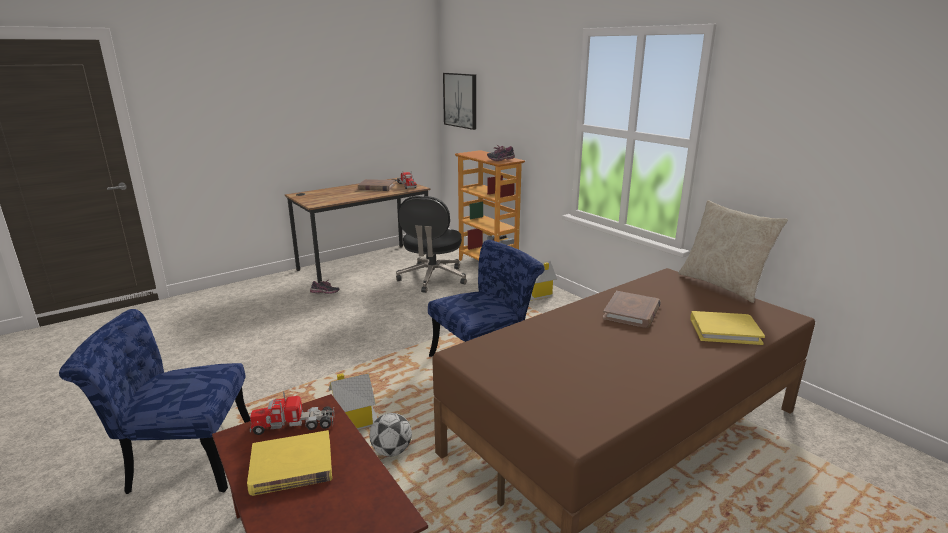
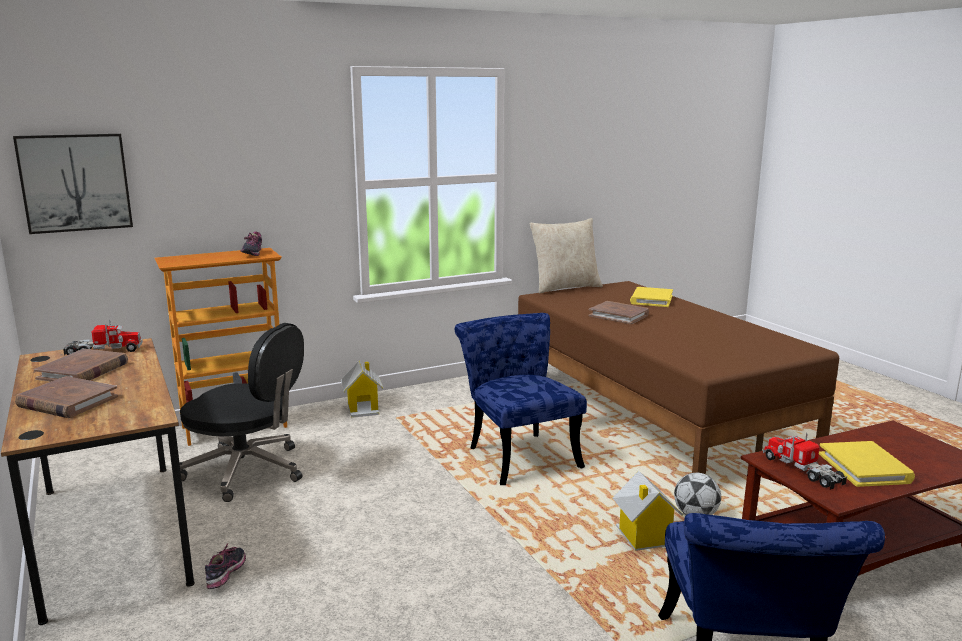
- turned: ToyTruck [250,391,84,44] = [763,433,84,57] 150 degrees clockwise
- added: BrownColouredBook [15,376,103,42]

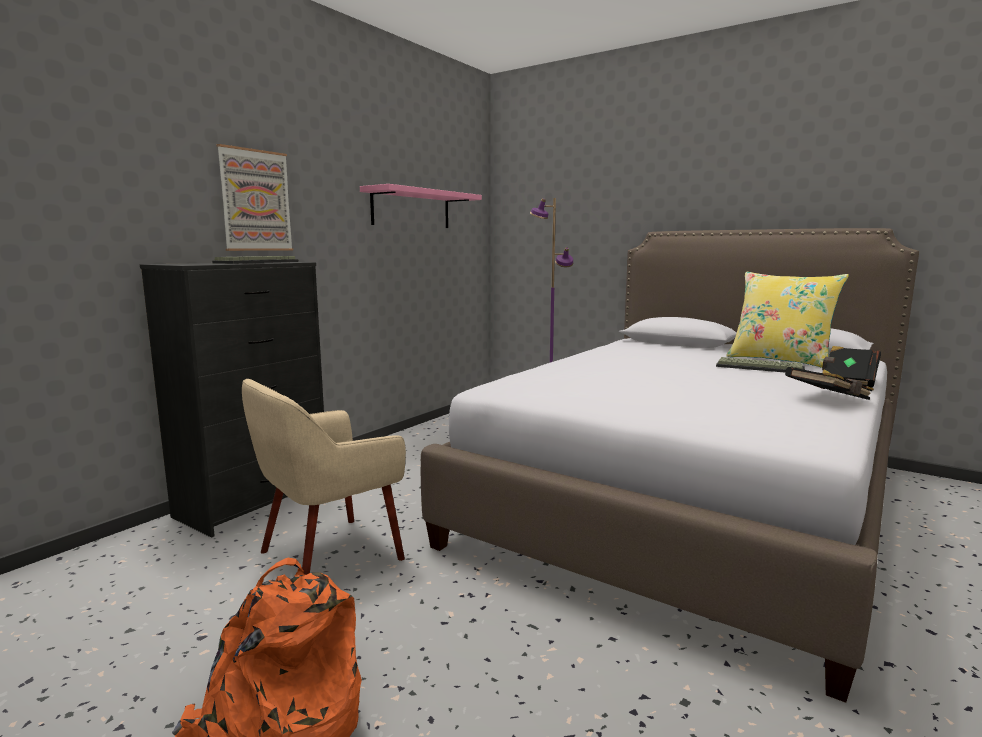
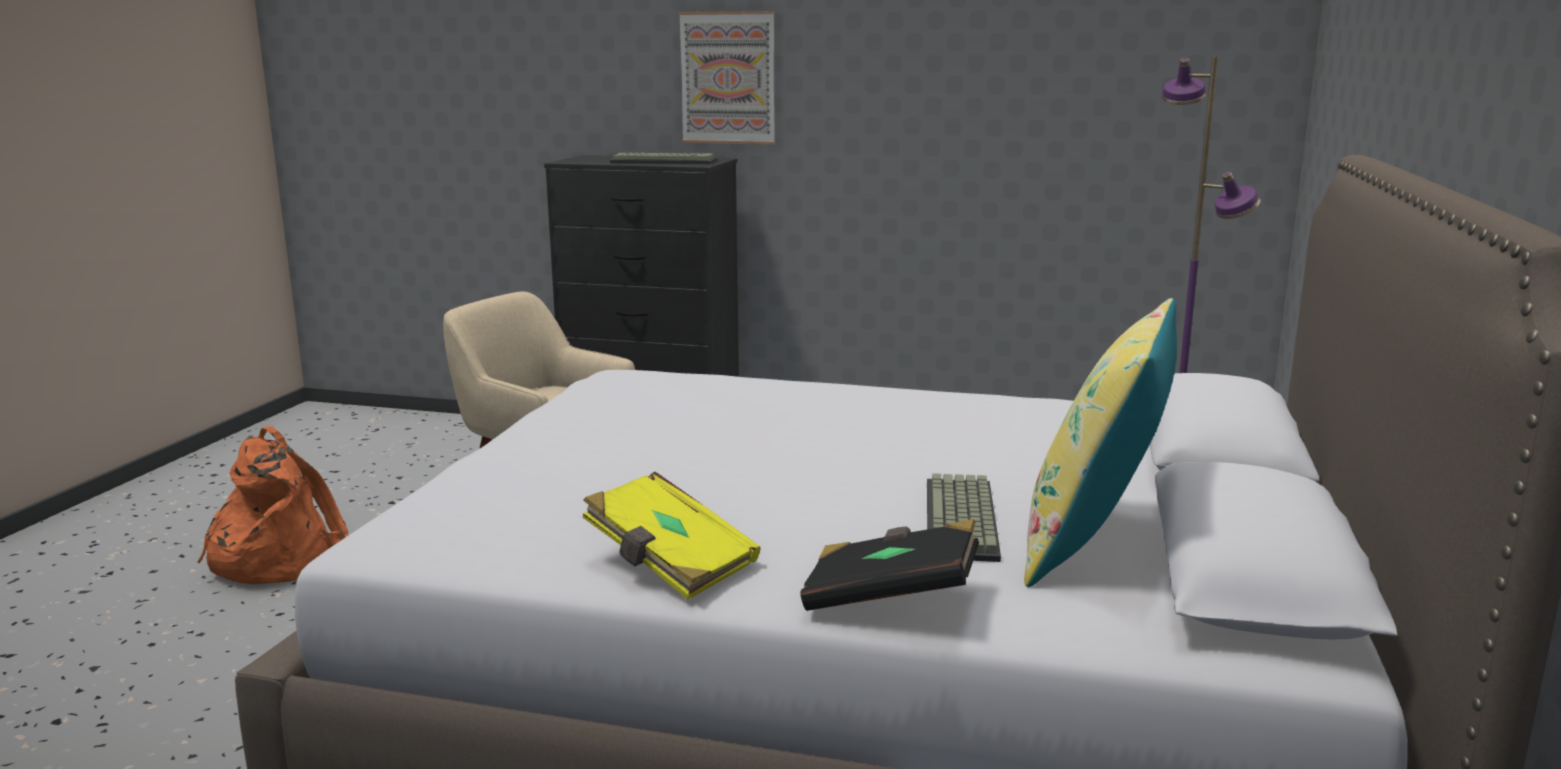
- removed: PinkShelf [360,184,122,44]
- recoloured: BlackishBook [785,367,89,33] to YellowColouredBook [582,472,179,128]

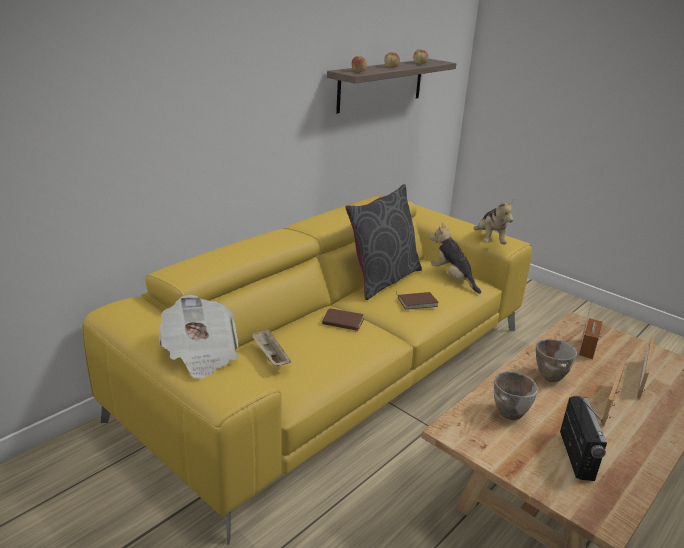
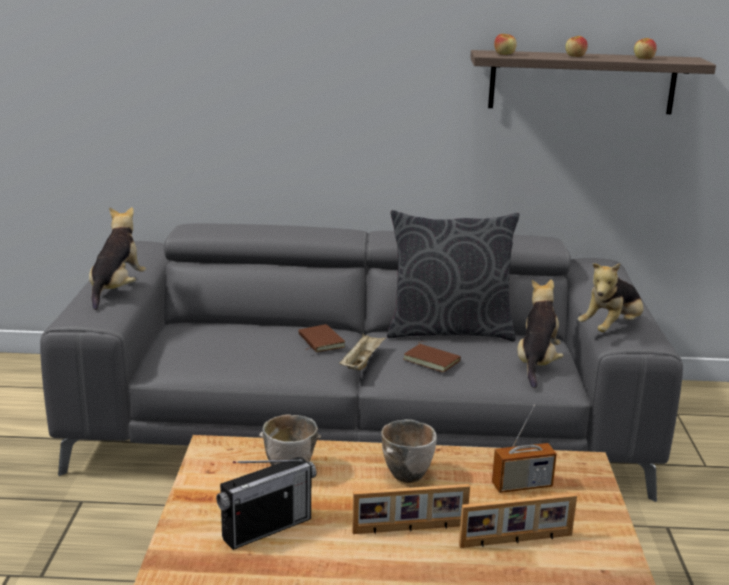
- recoloured: YellowColouredSettee [82,195,450,350] to GraySettee [40,224,643,278]
- replaced: Newspaper [159,295,80,84] to PlushToy [89,207,57,103]
- moved: SandColouredCarryingTray [251,328,40,38] to [339,333,47,37]

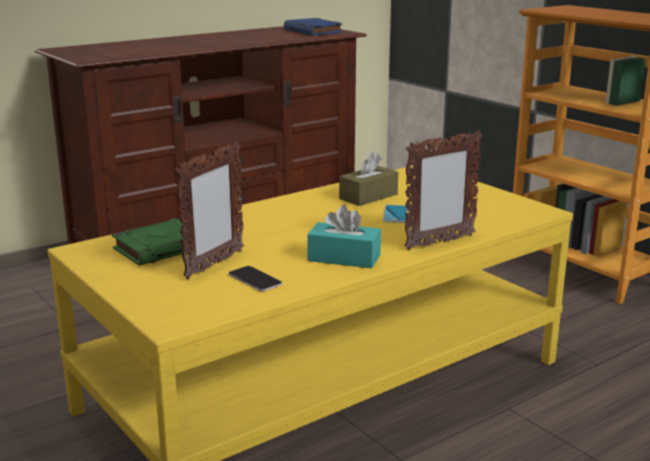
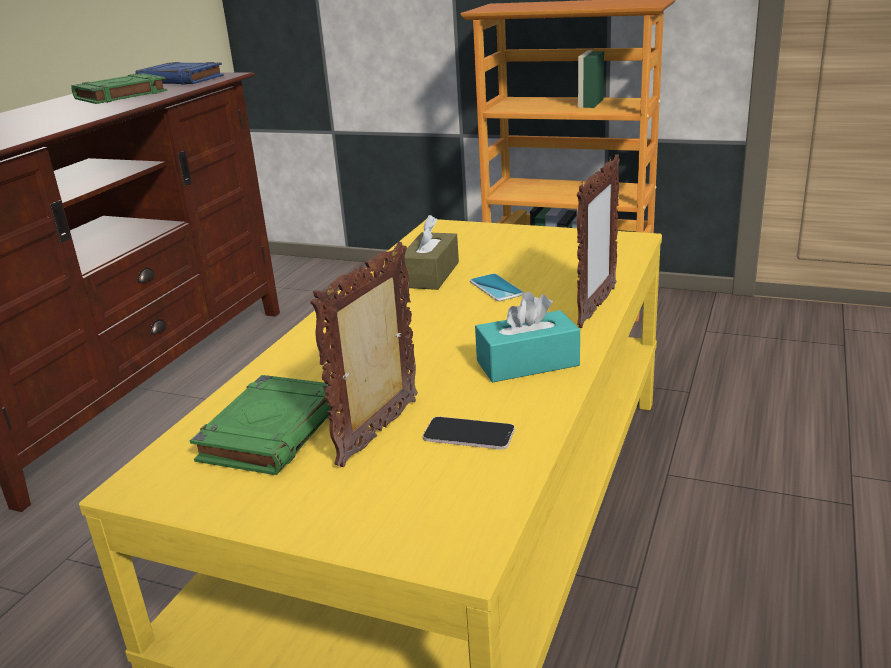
- turned: PictureFrame [175,141,69,138] = [310,242,108,225] 150 degrees counterclockwise
- added: GreenishBook [71,73,97,31]

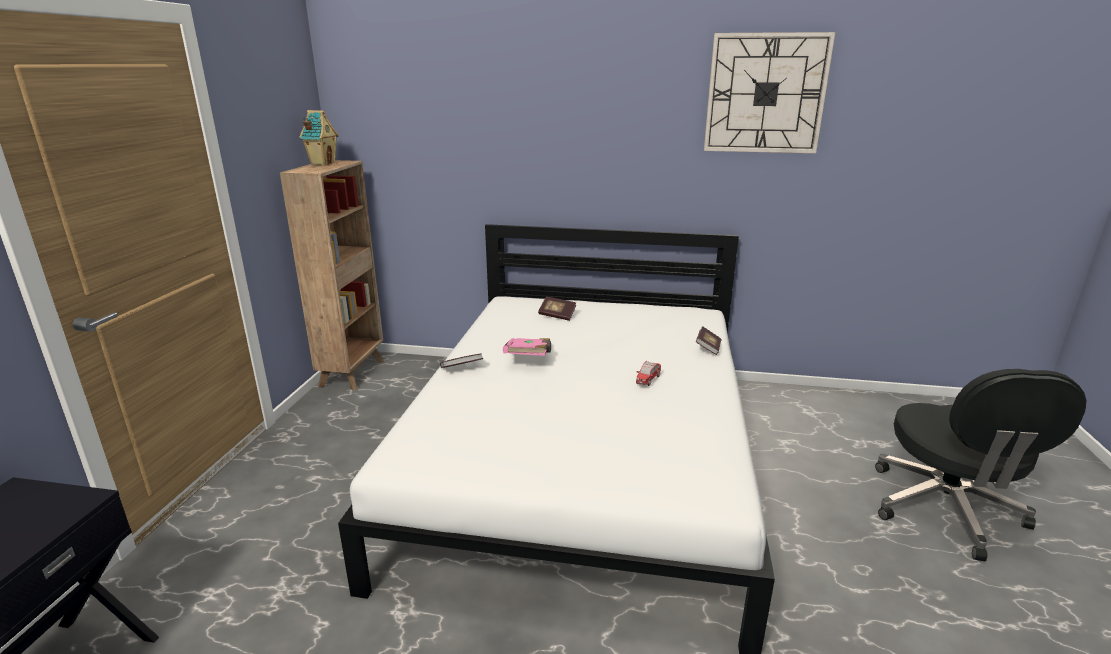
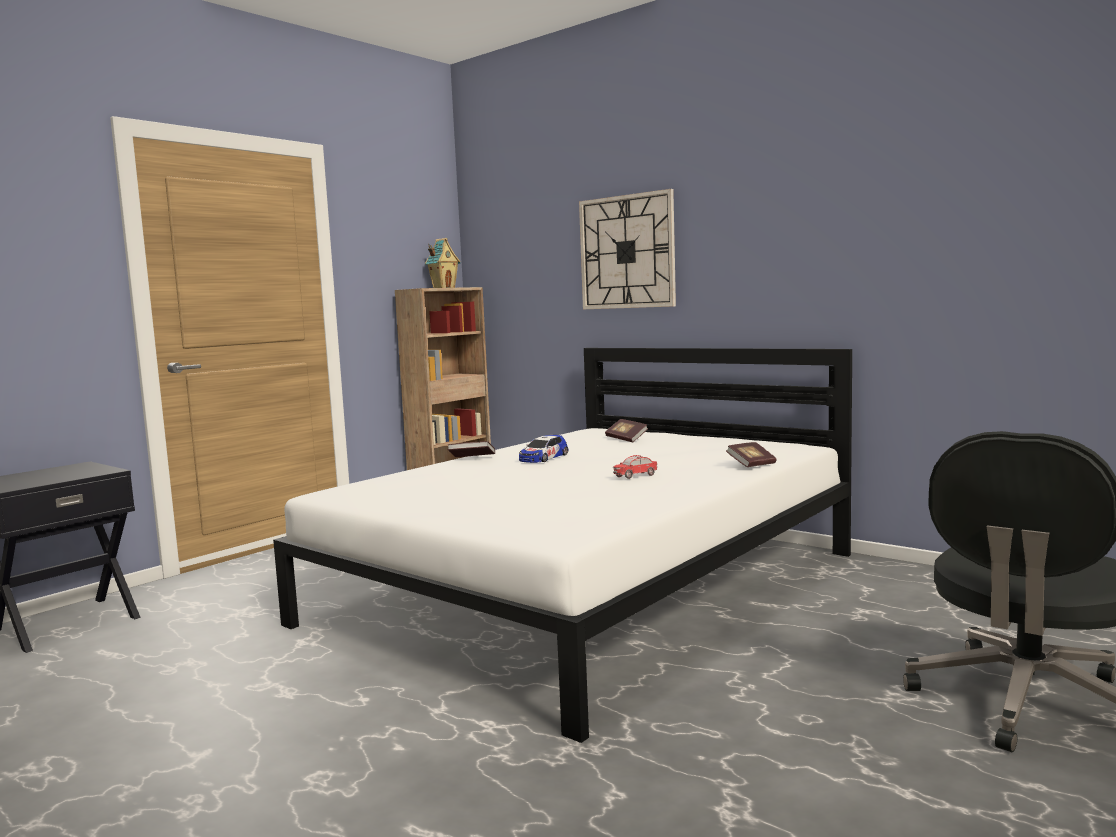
- moved: ClockOnTheWall [704,32,131,121] to [579,189,97,120]
- replaced: PinkBook [503,338,48,18] to ModelCar [519,435,49,28]

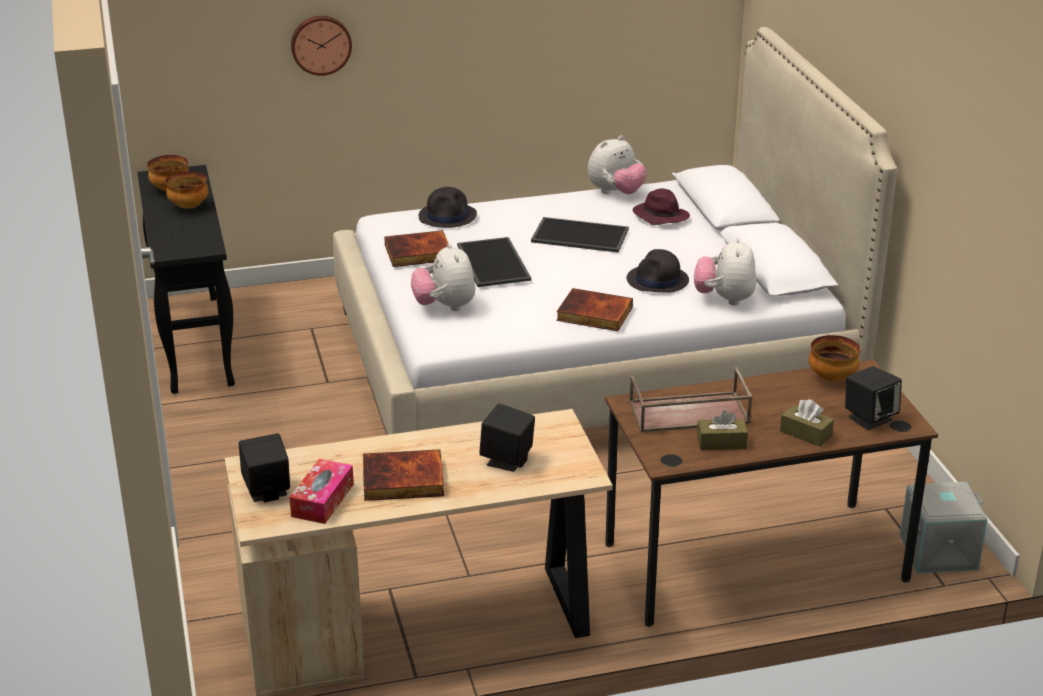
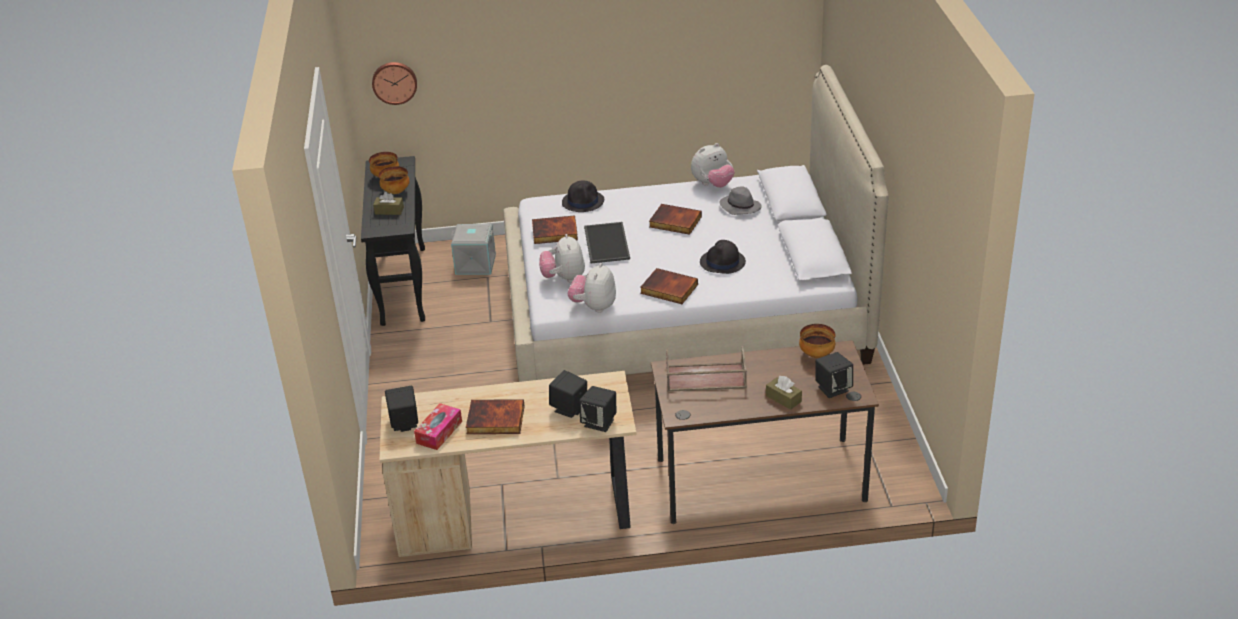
- moved: ClockOnTheWall [291,16,61,60] to [372,62,45,43]
- recoloured: PurpleColouredWearableHat [633,188,57,37] to GrayWearableHat [719,187,43,28]
- replaced: CarryingTray [531,217,98,35] to Book [649,204,53,31]
- moved: PlushToy [694,237,62,68] to [568,263,48,50]
- moved: BrownColouredTissueHolder [697,410,51,40] to [373,192,31,23]
- moved: GrayStorageBox [900,482,88,91] to [451,224,45,51]
- added: BlackishSpeaker [579,386,37,46]

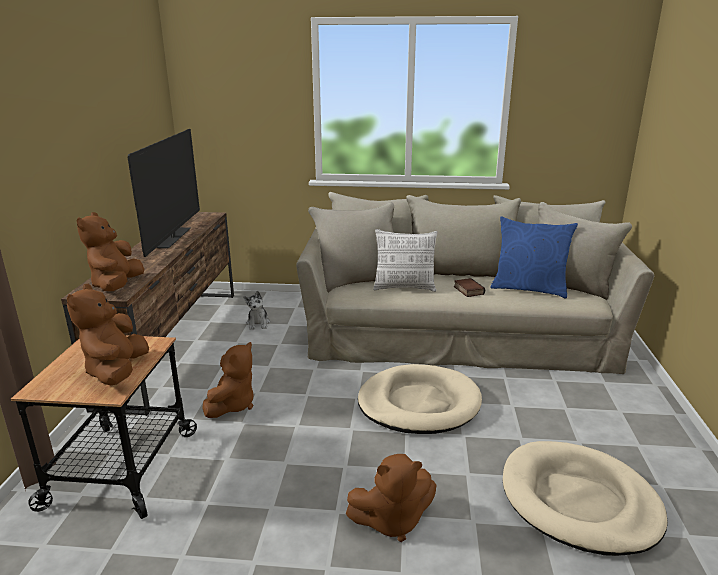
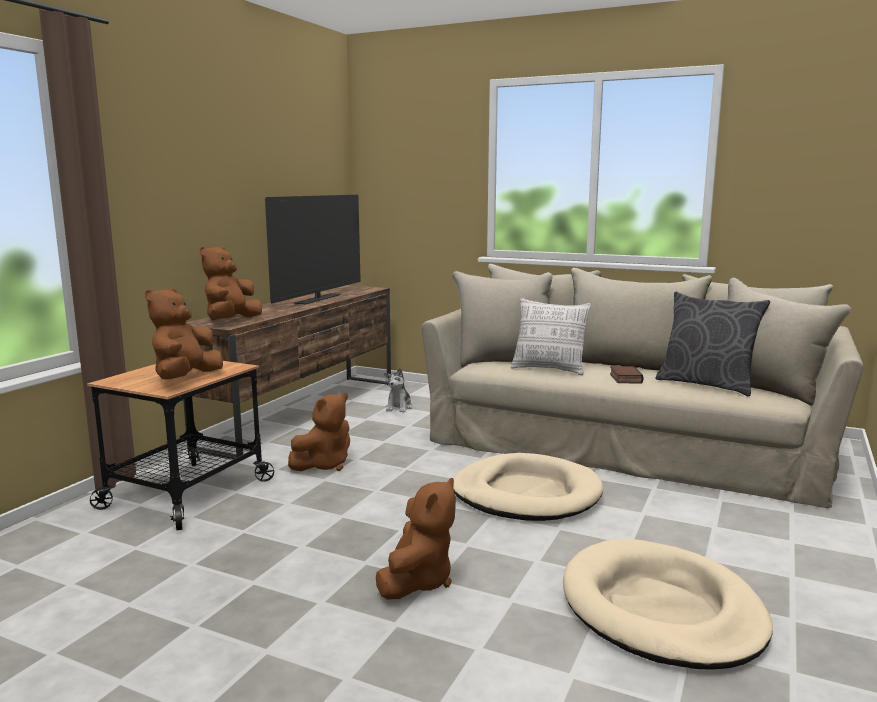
- recoloured: BluishPillow [491,216,87,83] to GrayPillow [656,291,114,105]
- turned: BrownColouredPlushToy [346,454,91,88] = [376,478,80,122] 75 degrees counterclockwise

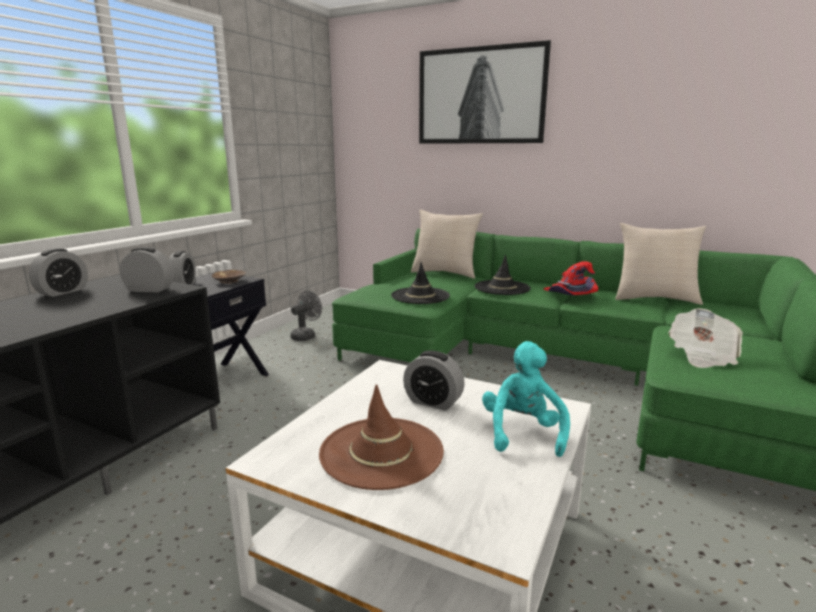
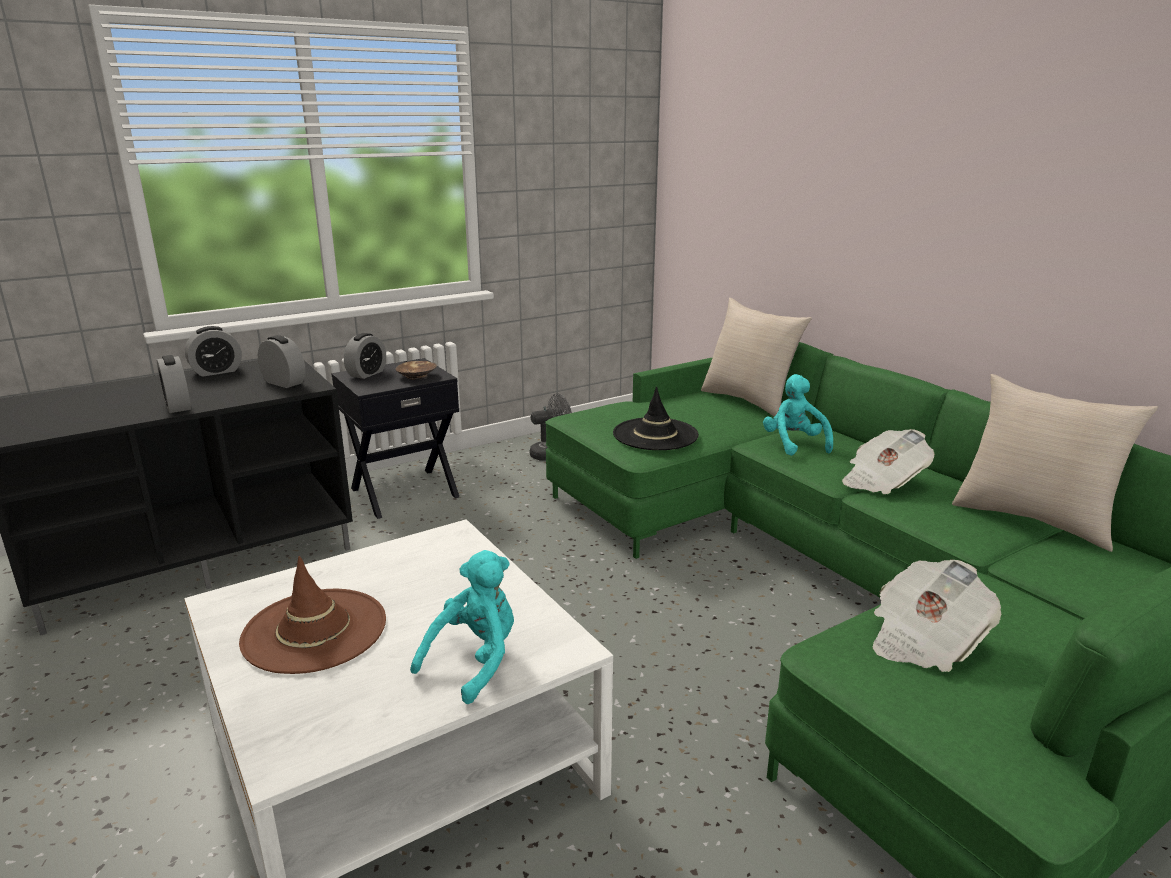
- removed: WallPicture [419,40,132,104]
- replaced: BlackishWearableHat [474,255,57,40] to TurquoiseColouredPlushToy [763,374,70,82]
- replaced: ReddishWearableHat [544,261,54,35] to Newspaper [842,429,93,65]
- moved: BedsideClock [403,350,62,61] to [157,355,34,58]

